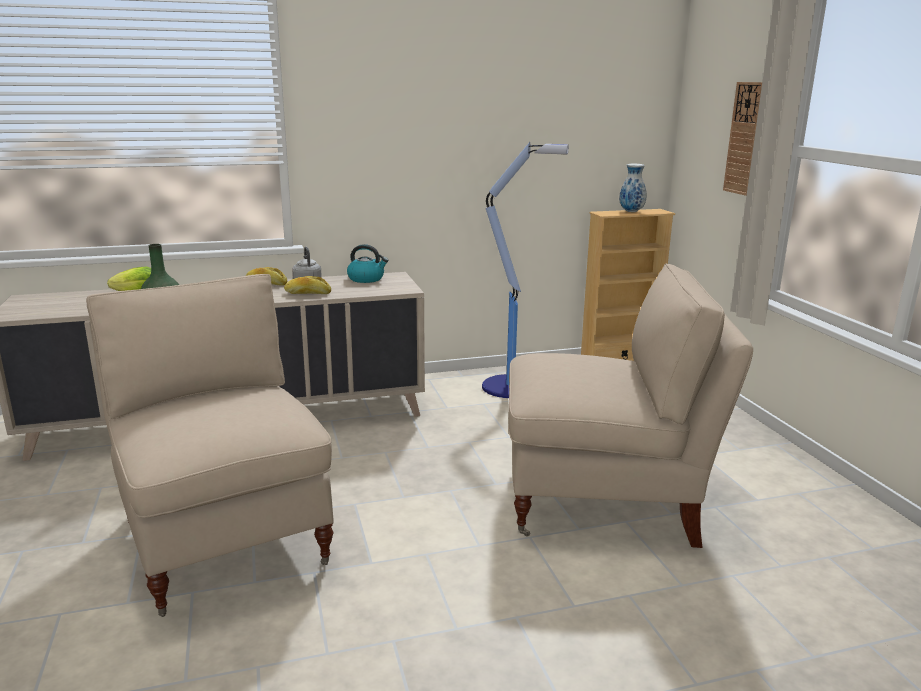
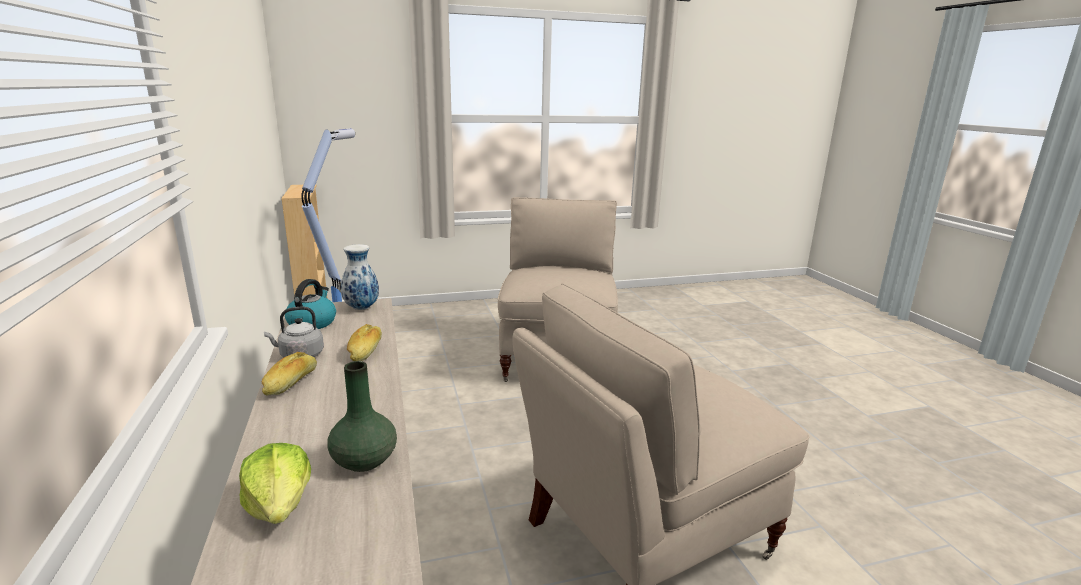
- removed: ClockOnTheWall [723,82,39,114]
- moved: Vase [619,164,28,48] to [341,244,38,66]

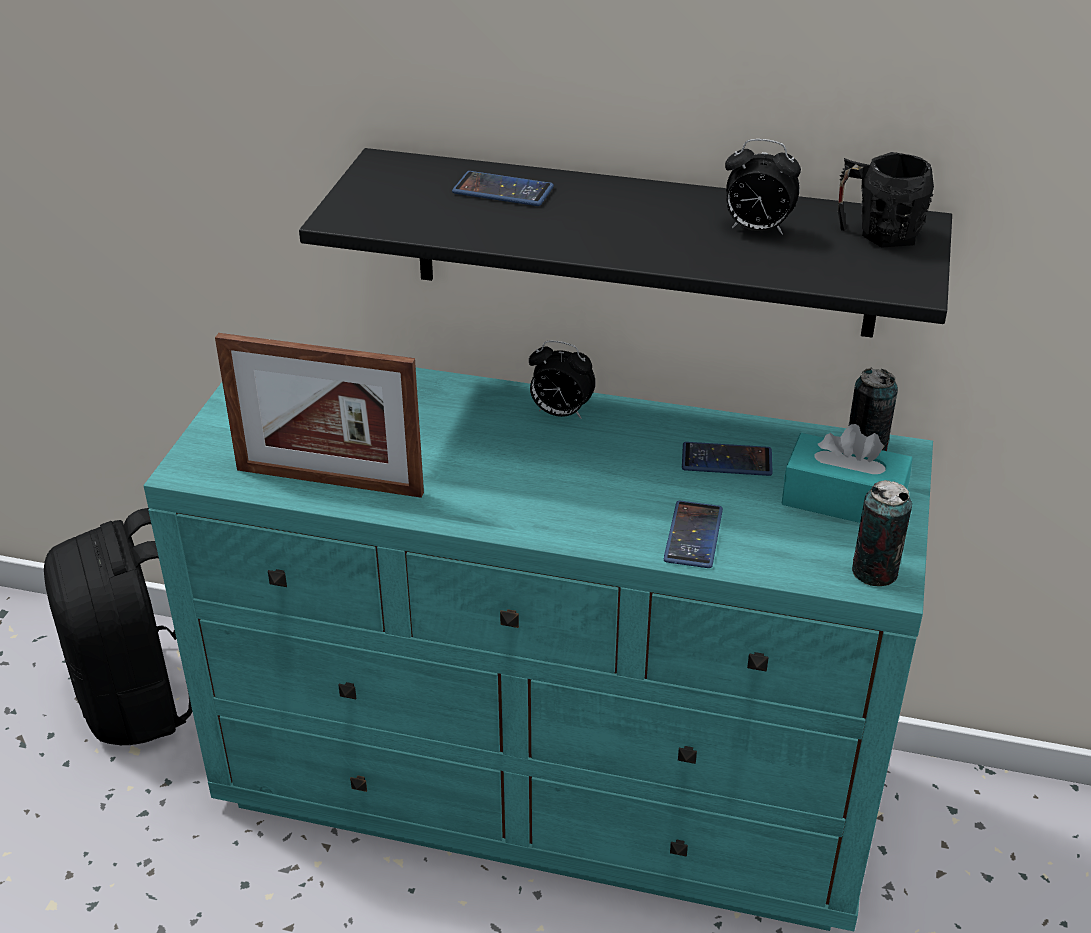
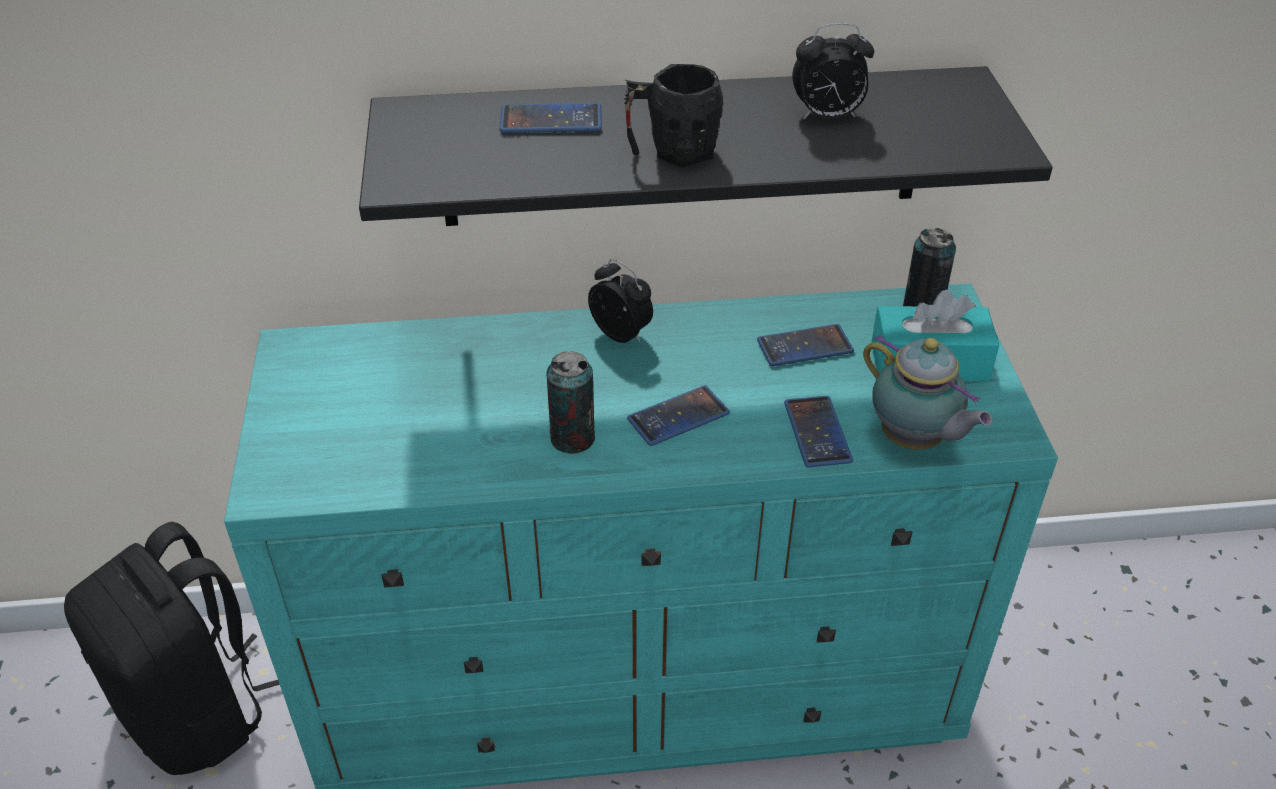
- moved: BlackishCoffeeMug [838,152,96,96] to [624,64,100,104]
- removed: PictureFrame [215,333,209,165]
- turned: BedsideClock [529,340,67,79] = [588,259,65,84] 135 degrees counterclockwise
- moved: Can [852,480,60,106] to [547,351,48,103]
- added: Teapot [863,334,130,116]
- added: Handset [627,385,103,61]

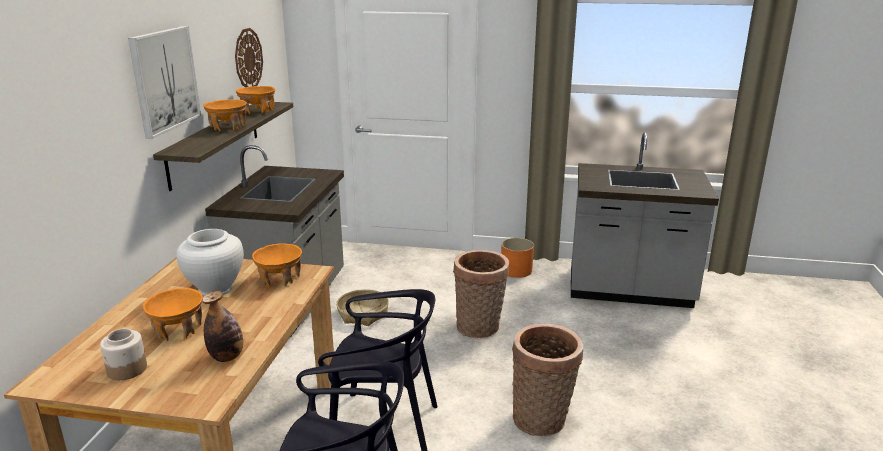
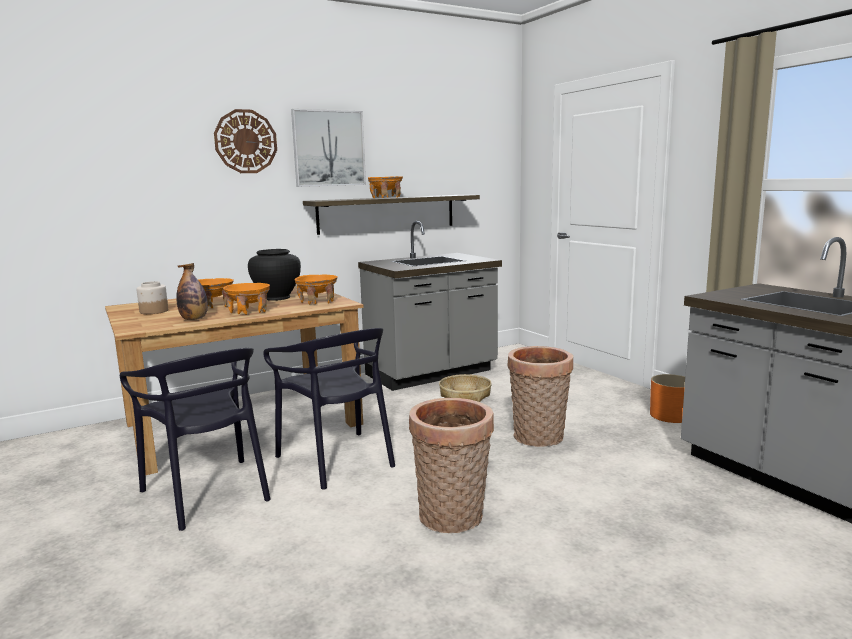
- moved: ClockOnTheWall [235,28,28,59] to [214,109,63,64]
- moved: OrangeColouredServingBowl [235,86,40,28] to [223,283,47,32]
- recoloured: WhiteColouredVase [176,229,68,67] to BlackishVase [248,249,53,52]

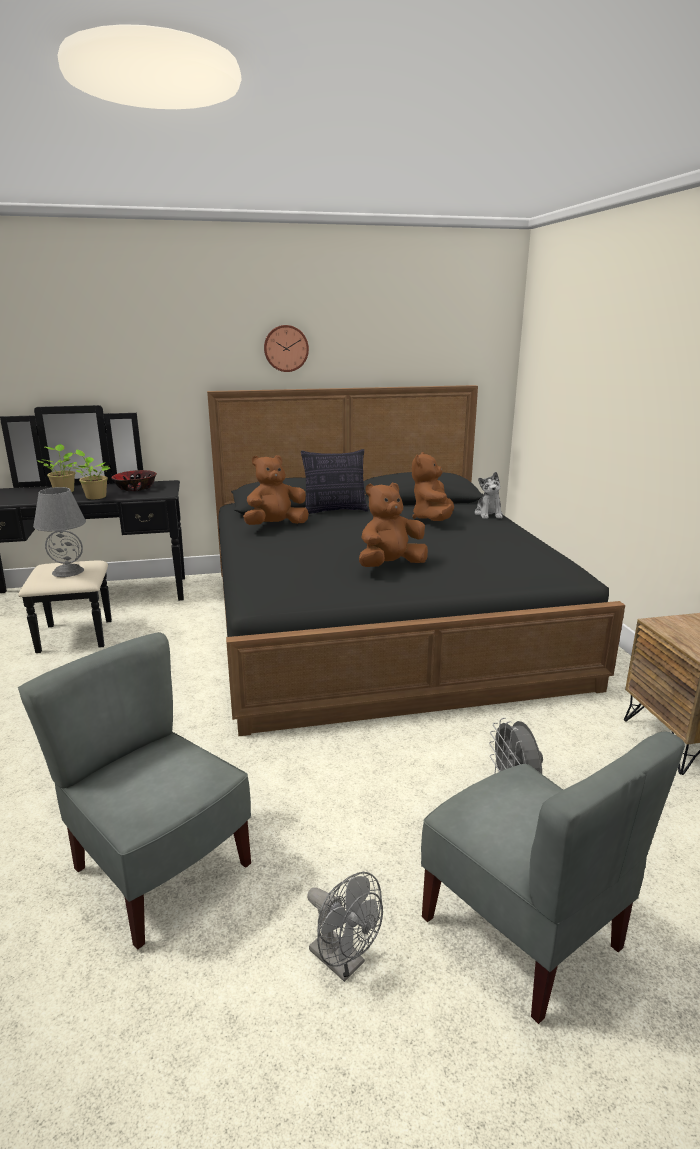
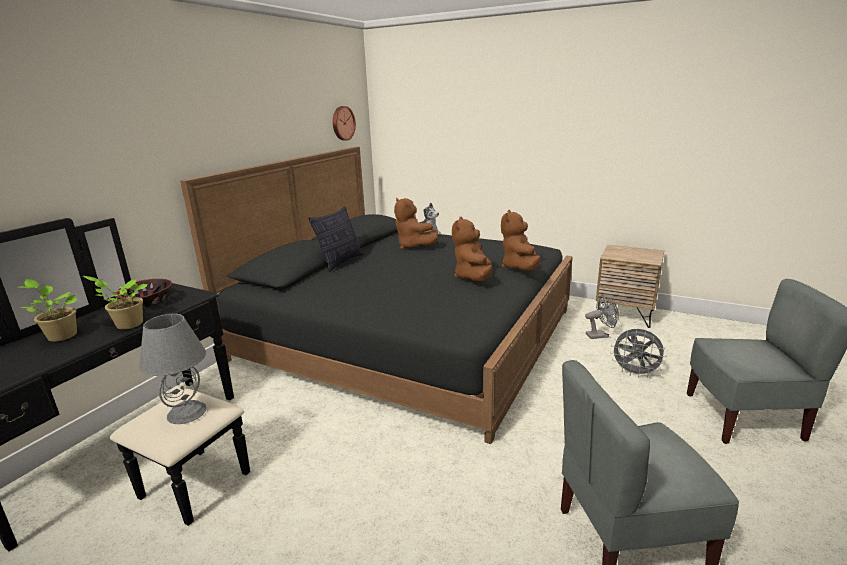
- moved: ClockOnTheWall [264,325,45,47] to [333,106,23,35]
- moved: BrownColouredPlushToy [243,455,66,70] to [501,210,40,61]
- moved: GrayFan [307,872,76,110] to [585,294,34,45]

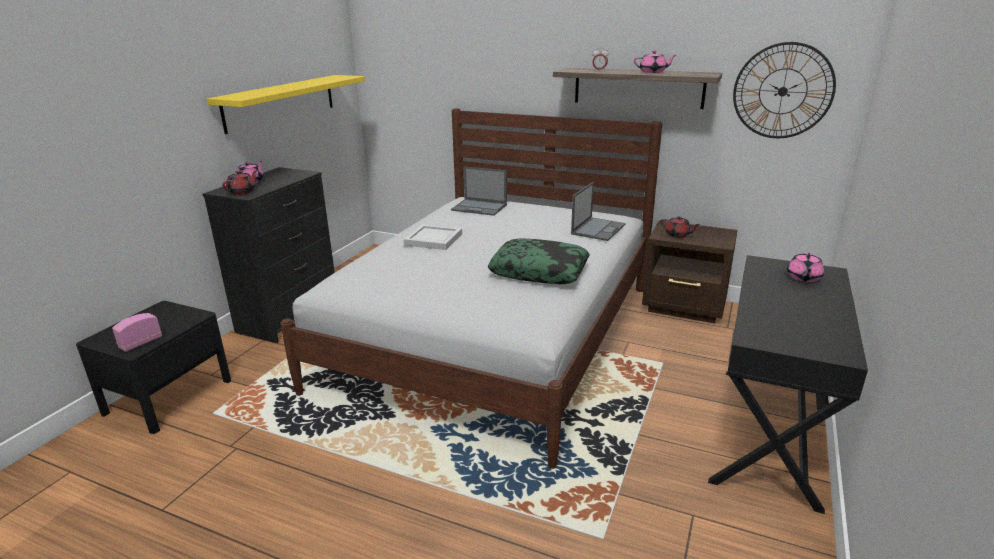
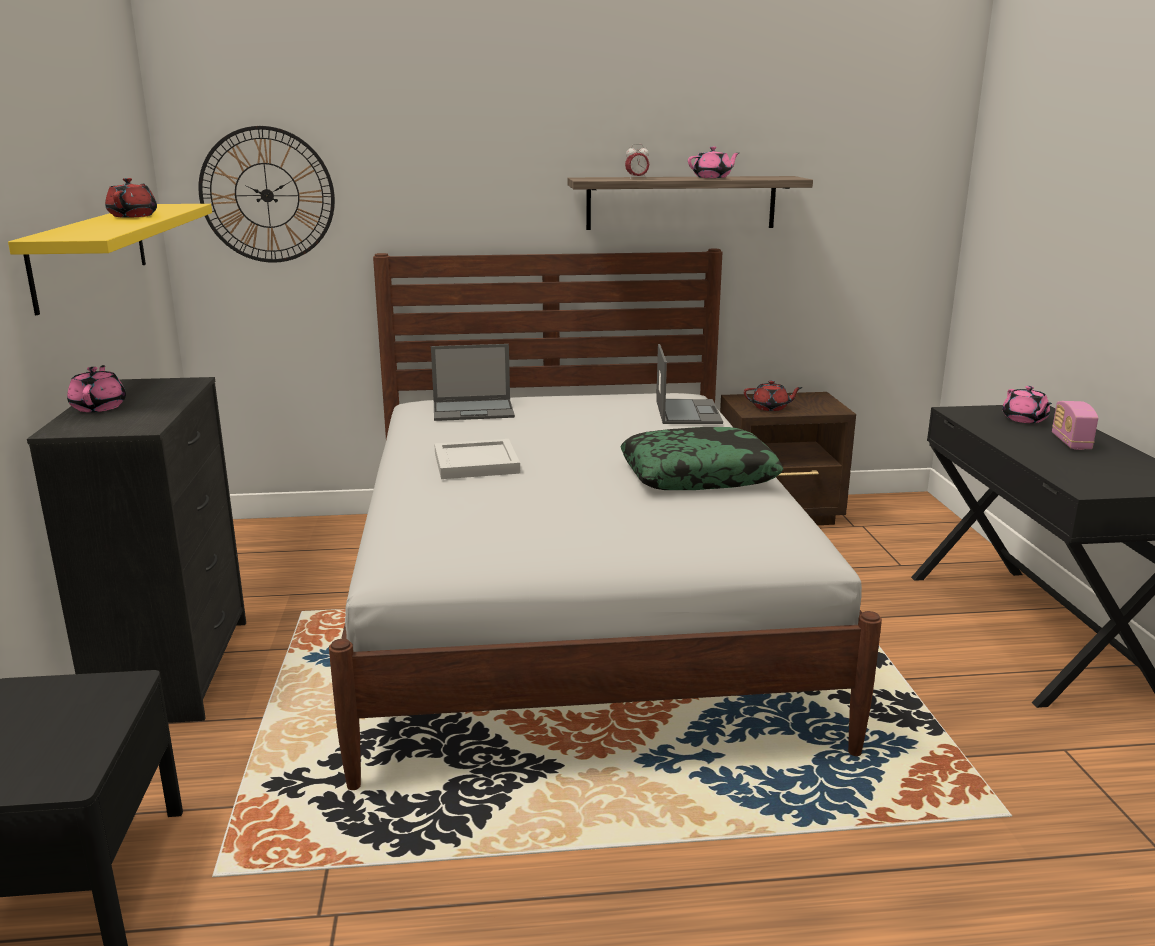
- moved: ClockOnTheWall [733,42,103,96] to [198,126,137,137]
- moved: ReddishTeapot [222,170,35,25] to [105,178,52,40]
- moved: RadioSet [112,313,50,39] to [1052,401,46,49]

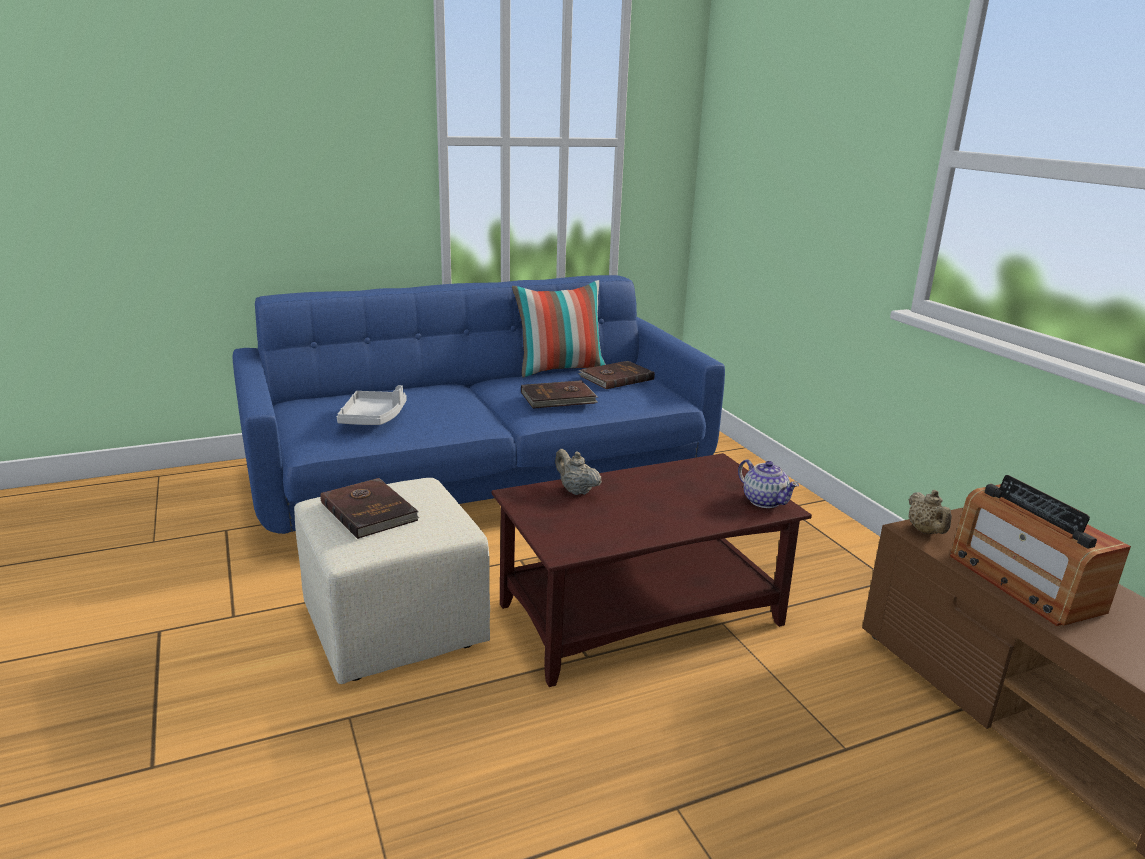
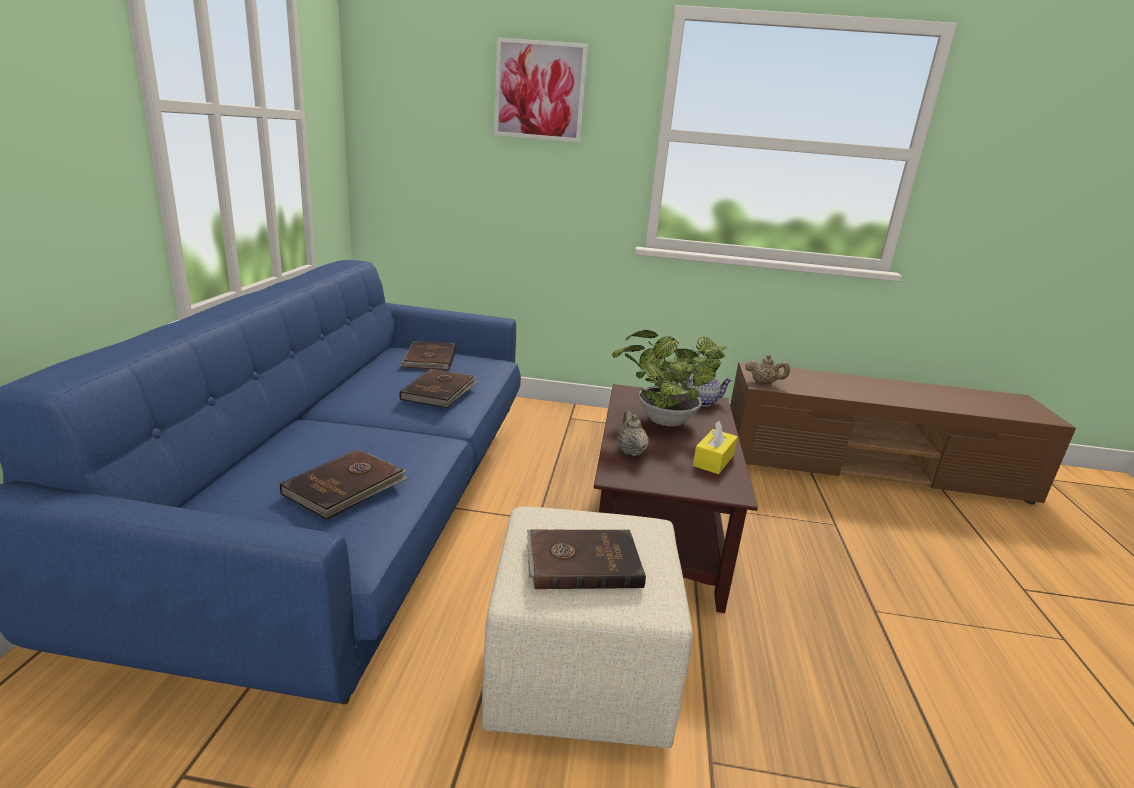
- removed: Pillow [512,280,94,97]
- replaced: GrayCarryingTray [337,385,70,40] to BrownColouredBook [280,449,128,71]
- turned: SandColouredTeapot [555,449,47,46] = [617,410,32,46] 90 degrees clockwise
- removed: RadioSet [950,475,181,151]
- added: WallPicture [494,37,94,106]
- added: Houseplant [612,330,114,96]
- added: YellowColouredTissueHolder [693,421,45,53]

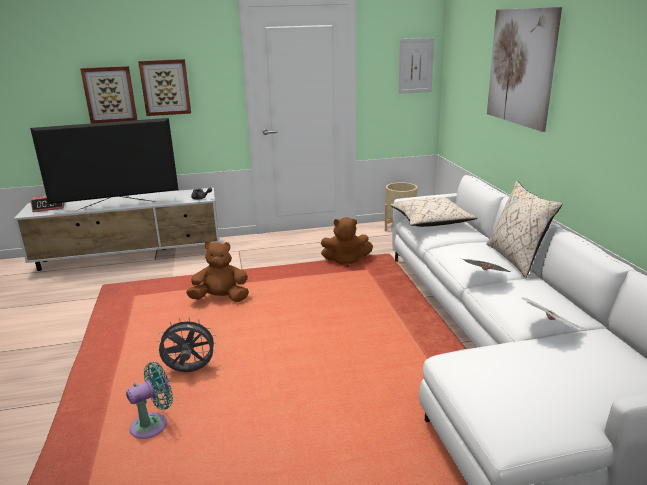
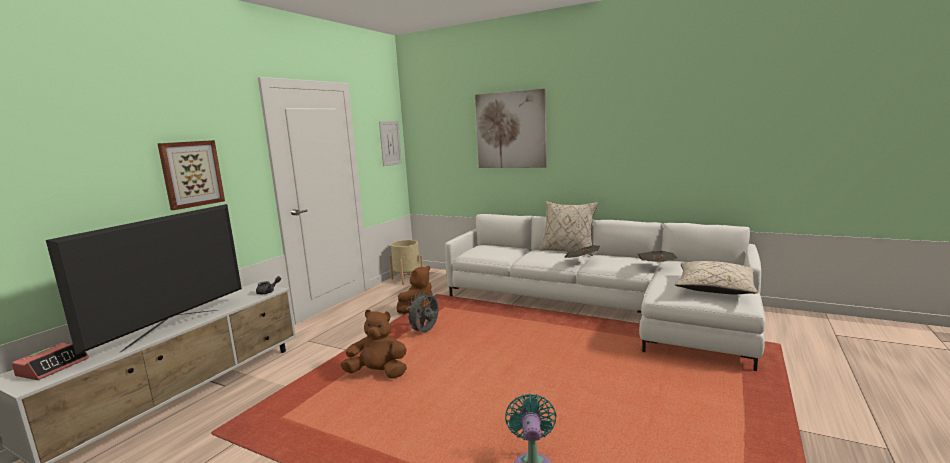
- removed: WallPicture [80,66,57,57]
- moved: SandColouredPillow [390,197,88,30] to [675,261,83,34]
- turned: BrownColouredPlushToy [186,241,63,61] = [340,310,67,68] 60 degrees clockwise
- moved: GrayFan [157,317,61,55] to [406,291,33,42]

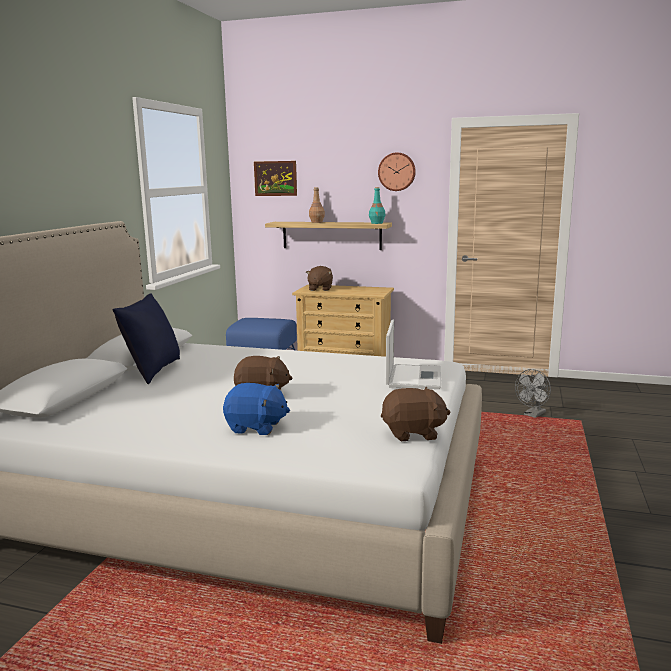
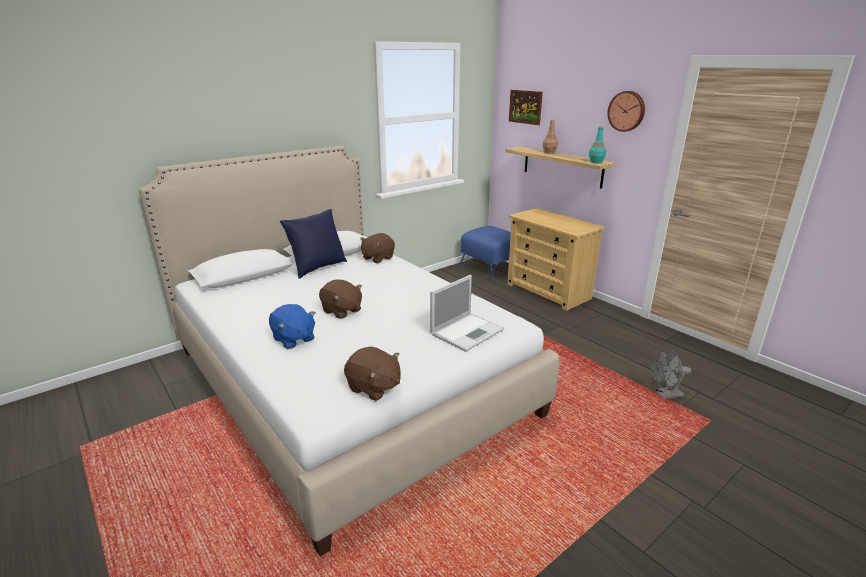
- moved: BrownColouredPlushToy [306,266,27,25] to [360,233,35,30]

